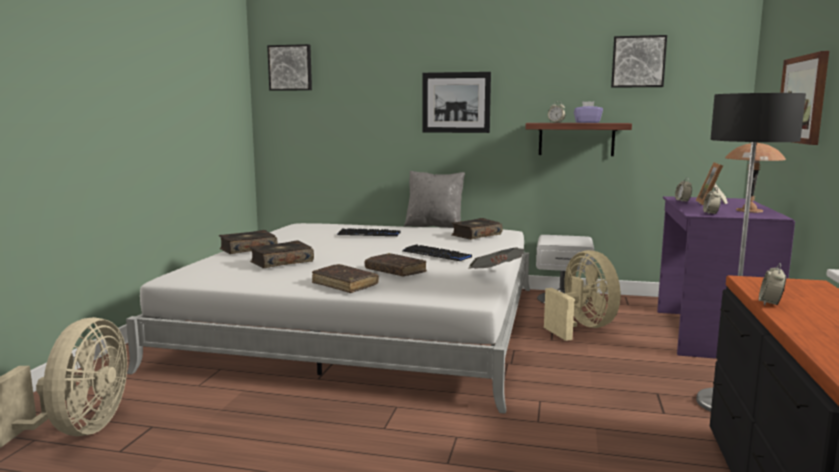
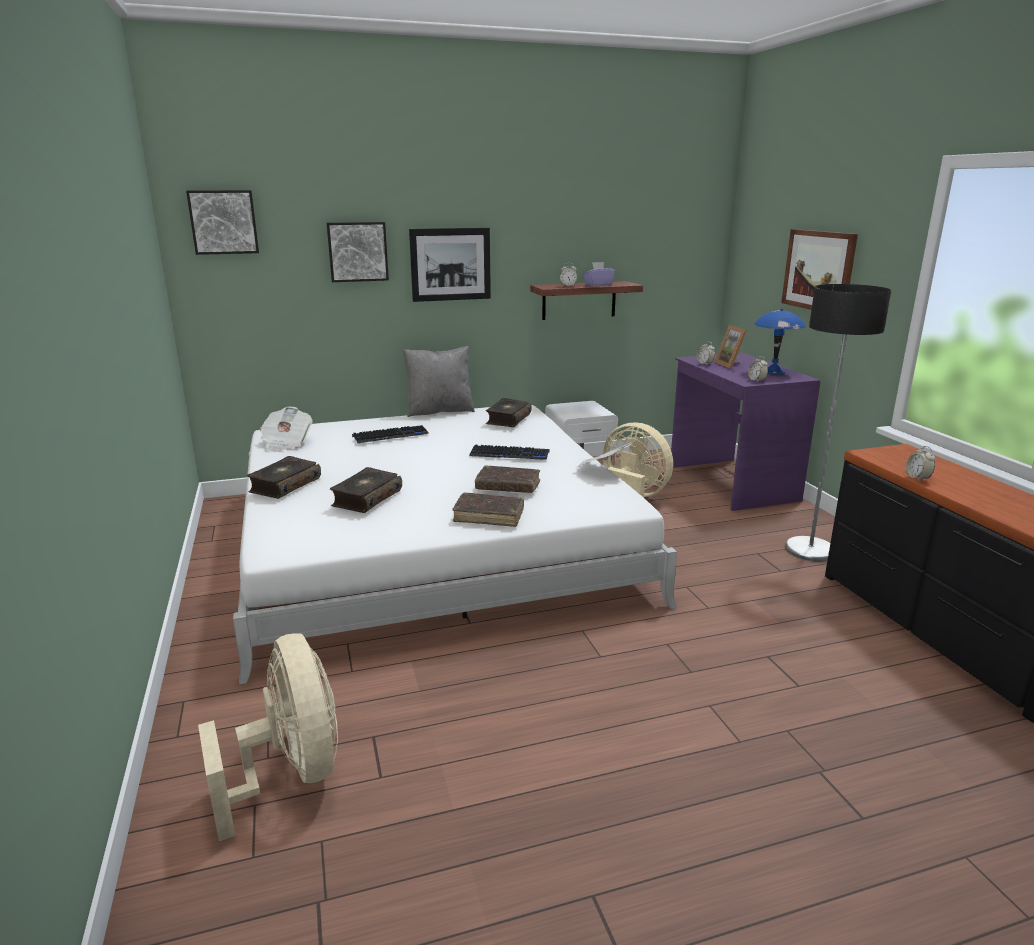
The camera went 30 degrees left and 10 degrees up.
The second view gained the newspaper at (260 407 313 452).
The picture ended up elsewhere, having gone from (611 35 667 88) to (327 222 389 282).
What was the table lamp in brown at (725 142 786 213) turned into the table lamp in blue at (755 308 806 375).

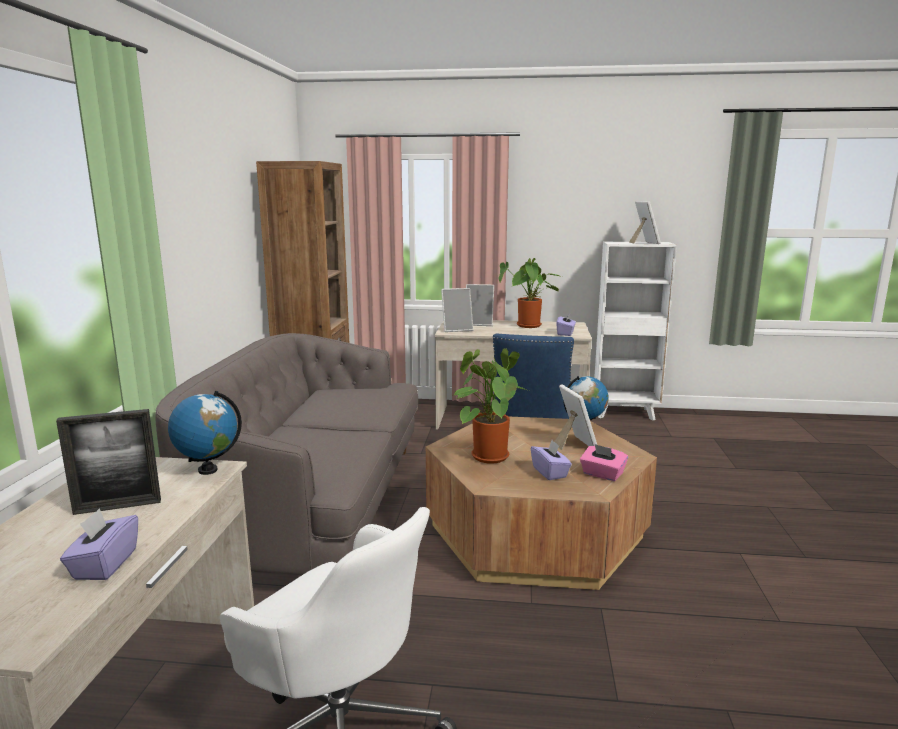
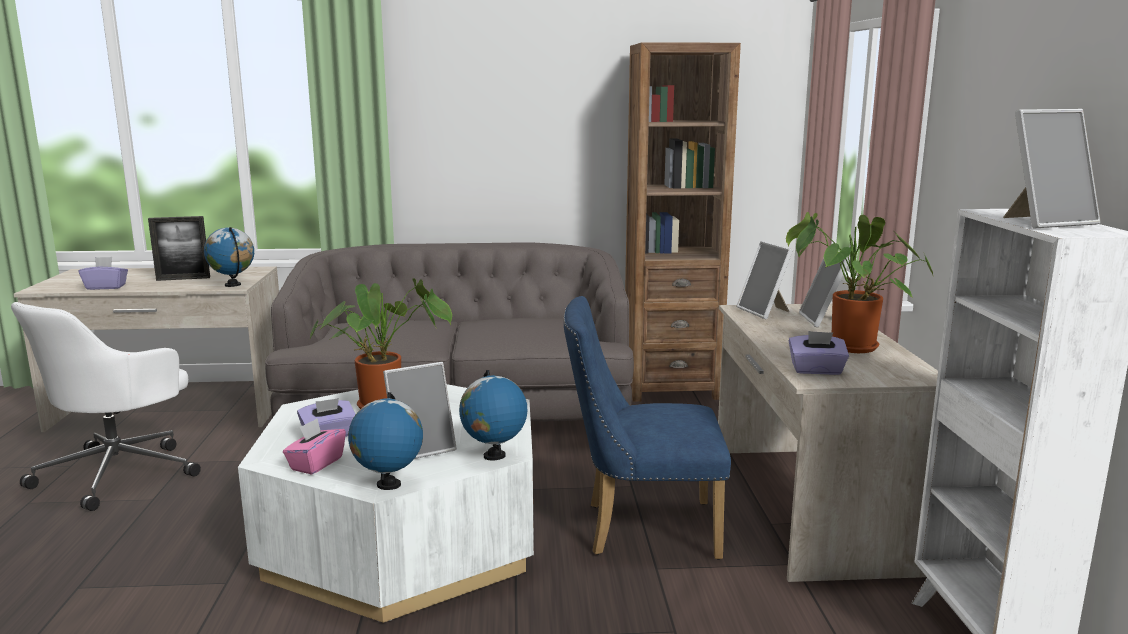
The camera went 80 degrees right and 0 degrees up.
The second view gained the globe at (348 392 423 490).
What was the coffee table in brown at (426 416 657 590) turned into the coffee table in white at (238 384 534 623).
The picture frame at (56 409 161 515) ended up facing another way, 75 degrees counterclockwise from before.

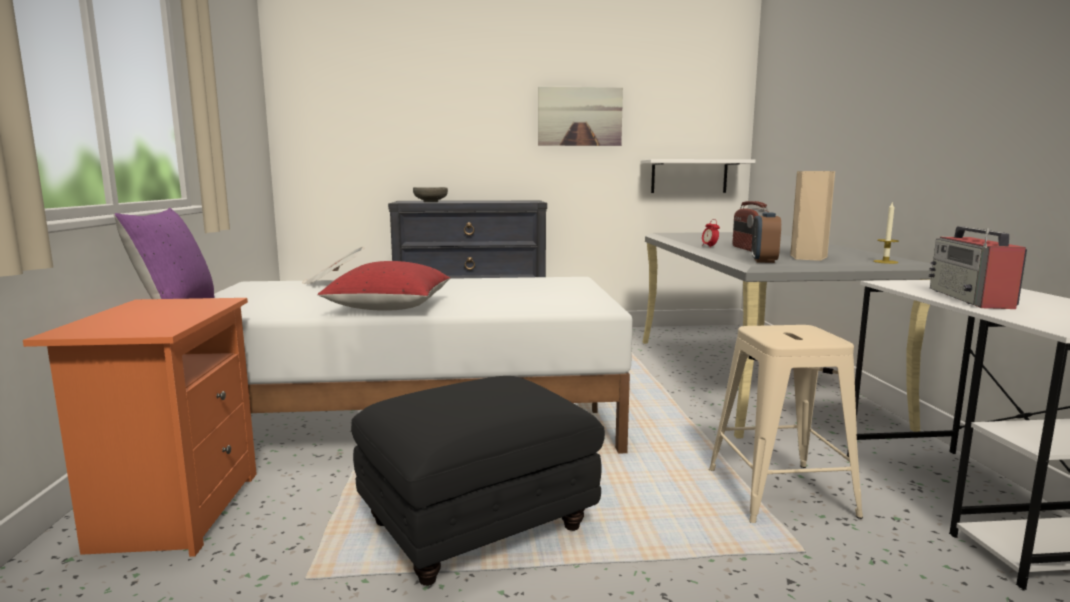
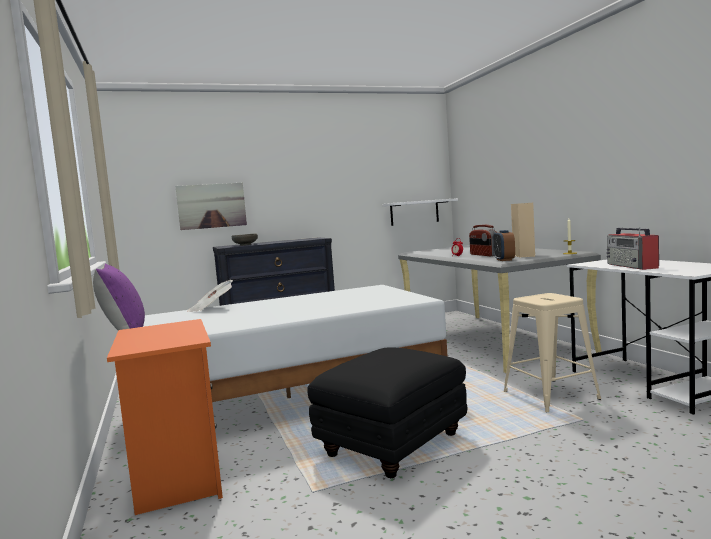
The camera went 15 degrees left and 5 degrees down.
The second view lost the pillow in red at (318 261 450 311).
The picture ended up elsewhere, having gone from (538 86 623 146) to (175 183 247 230).

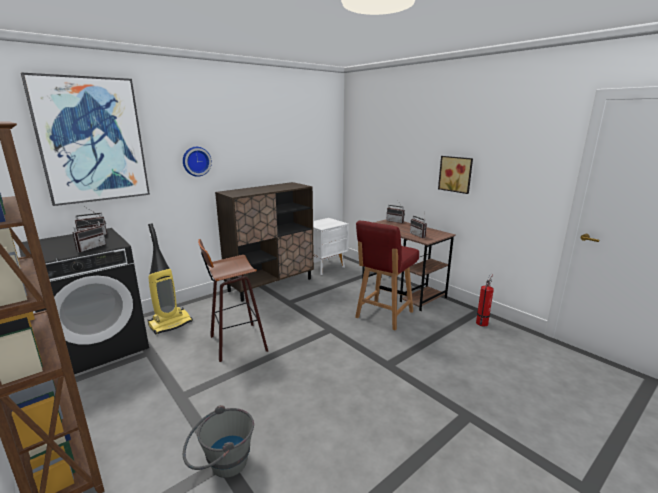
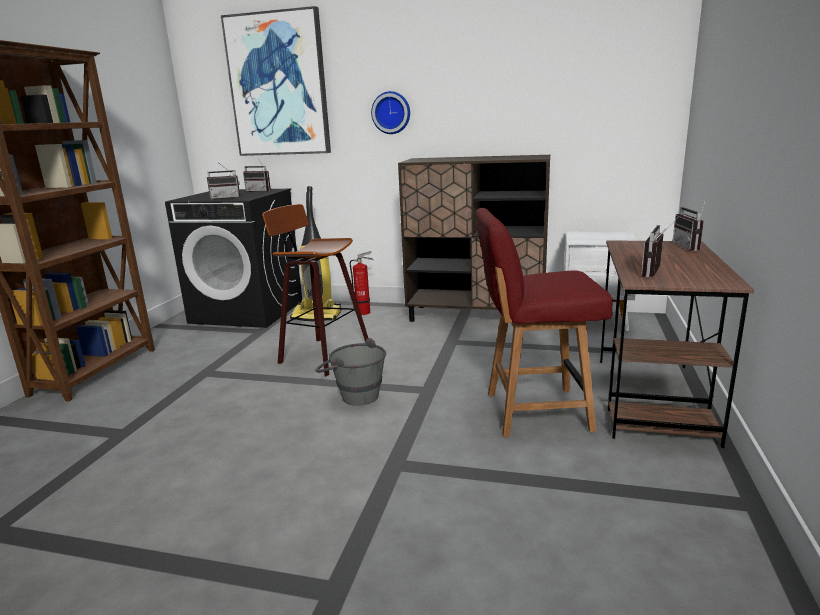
The camera went 55 degrees right and 0 degrees up.
The second view lost the picture at (438 156 473 194).
The bucket in grey ended up elsewhere, having gone from (183 405 254 478) to (316 338 386 406).
The fire extinguisher ended up elsewhere, having gone from (476 274 494 326) to (350 251 373 315).

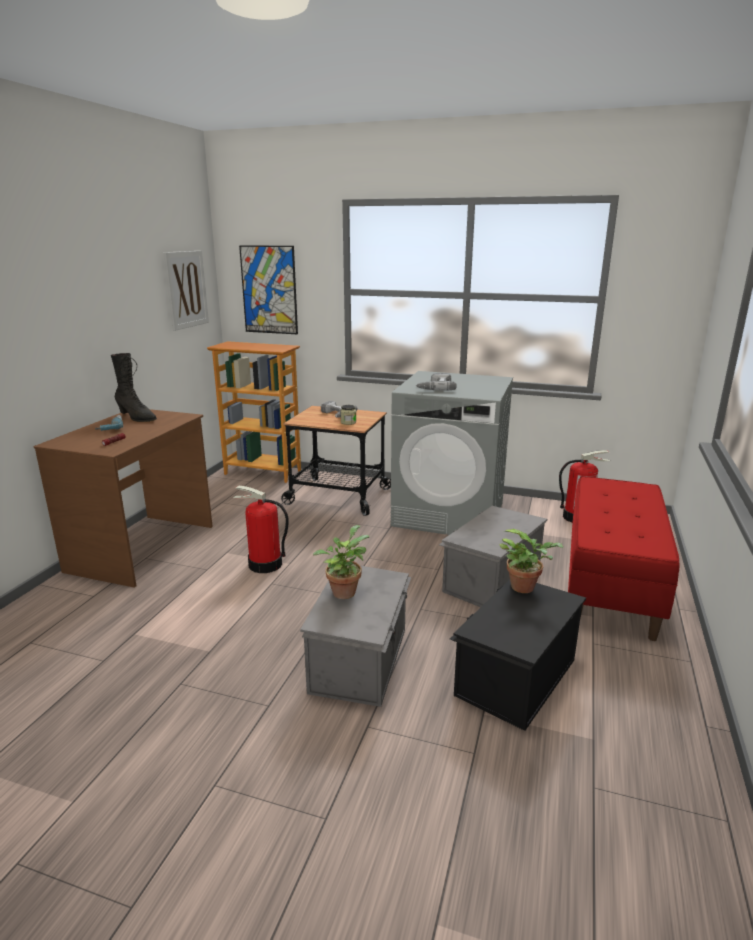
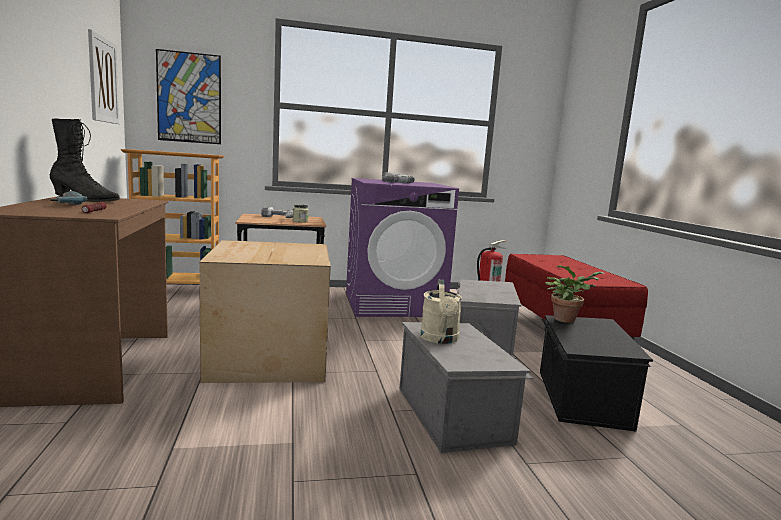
The camera went 30 degrees left and 10 degrees down.
Where the fire extinguisher stood at (233 486 289 573), the cardboard box came to stand at (199 240 331 383).
Where the potted plant stood at (313 525 369 599), the watering can in beige came to stand at (420 279 462 344).
What was the washing machine in grey at (391 371 513 535) turned into the washing machine in purple at (346 178 459 317).

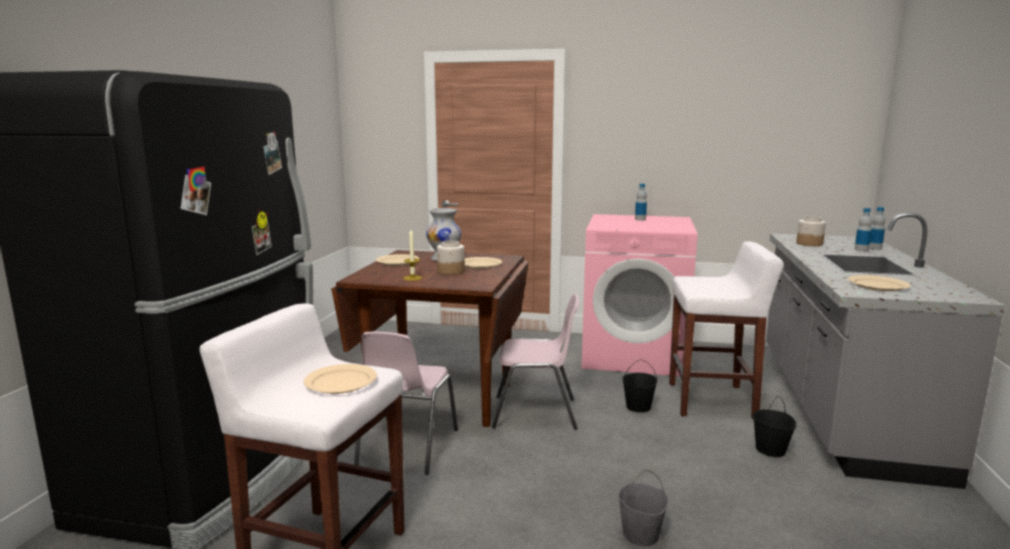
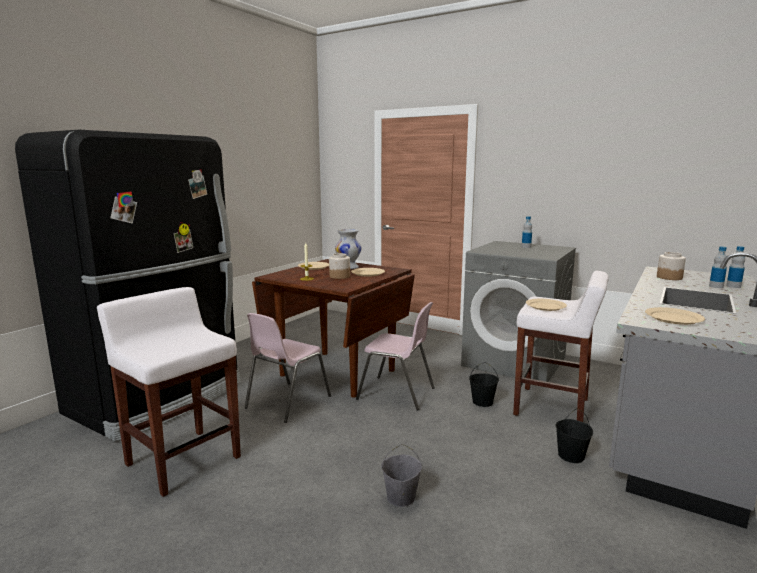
The camera went 20 degrees right and 0 degrees up.
The plate in beige ended up elsewhere, having gone from (304 364 377 394) to (526 299 567 311).
What was the washing machine in pink at (582 214 698 376) turned into the washing machine in grey at (461 241 576 382).

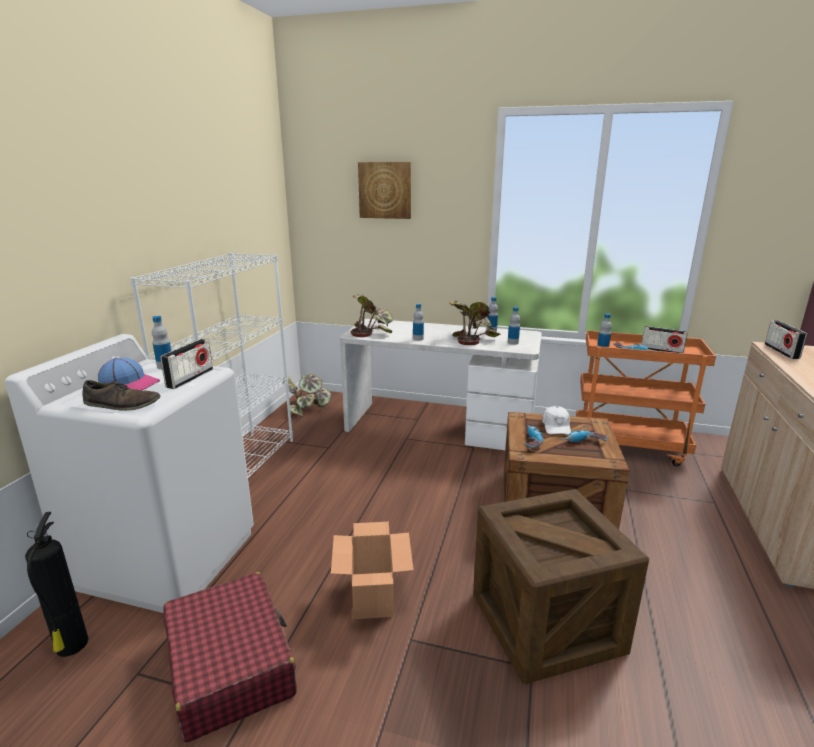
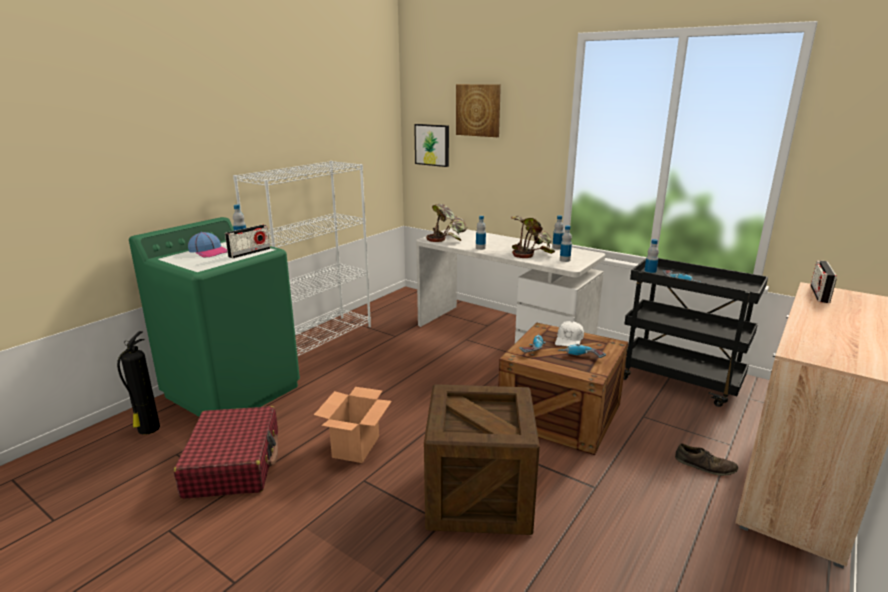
The camera went 20 degrees right and 0 degrees up.
The second view lost the potted plant at (283 374 332 416).
The second view lost the radio at (641 326 688 353).
The second view gained the picture at (414 124 449 167).
The shoe in brown ended up elsewhere, having gone from (83 380 161 411) to (675 443 738 476).
What was the washing machine in white at (5 334 254 613) turned into the washing machine in green at (129 217 300 417).
What was the cart in orange at (576 331 716 466) turned into the cart in black at (623 258 768 407).

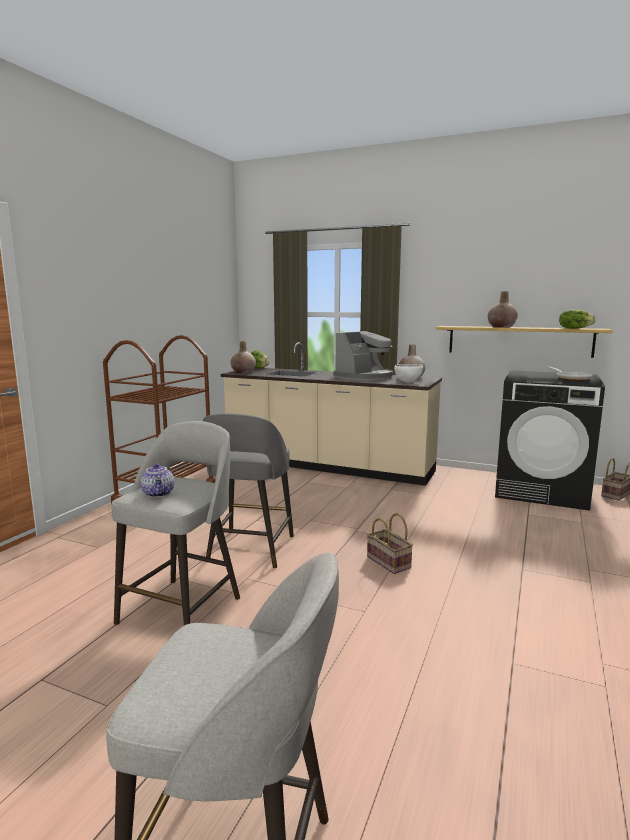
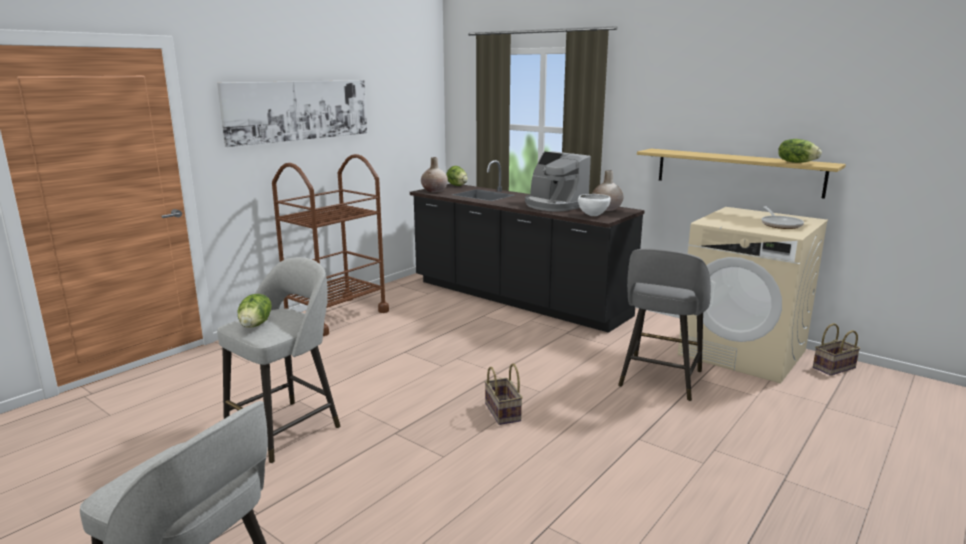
The camera went 15 degrees right and 5 degrees up.
The second view lost the vase in beige at (488 291 518 328).
The second view gained the picture at (217 80 367 147).
The stool in grey ended up elsewhere, having gone from (203 414 294 568) to (618 248 711 401).
Where the teapot stood at (141 463 174 498), the lettuce came to stand at (238 294 272 328).
What was the counter in beige at (221 342 442 486) turned into the counter in black at (410 160 645 333).
What was the washing machine in black at (495 370 605 511) turned into the washing machine in beige at (678 207 828 383).
The coffee machine at (333 331 393 381) ended up facing another way, 75 degrees clockwise from before.

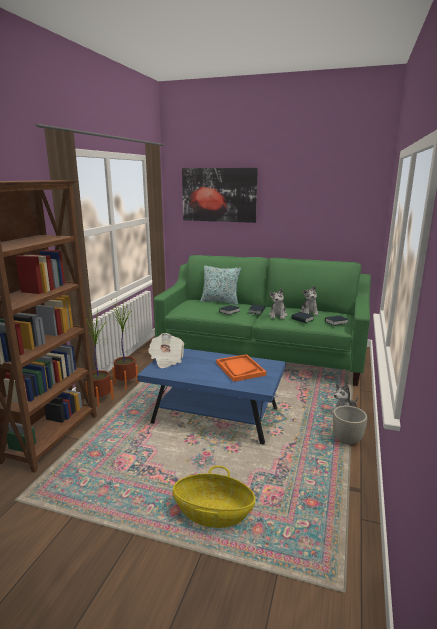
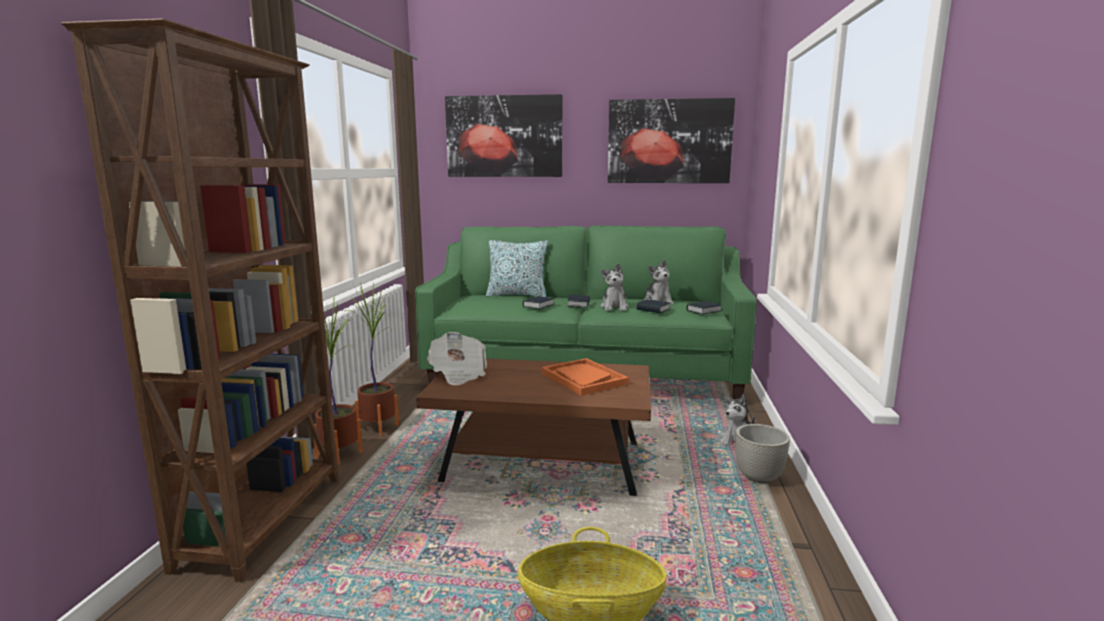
The camera went 10 degrees left and 5 degrees down.
The second view gained the picture at (608 98 735 183).
What was the coffee table in blue at (137 348 286 445) turned into the coffee table in brown at (416 359 651 496).

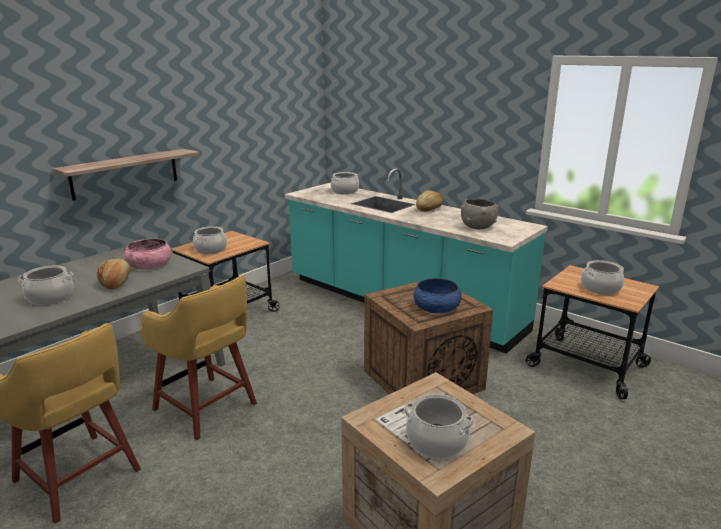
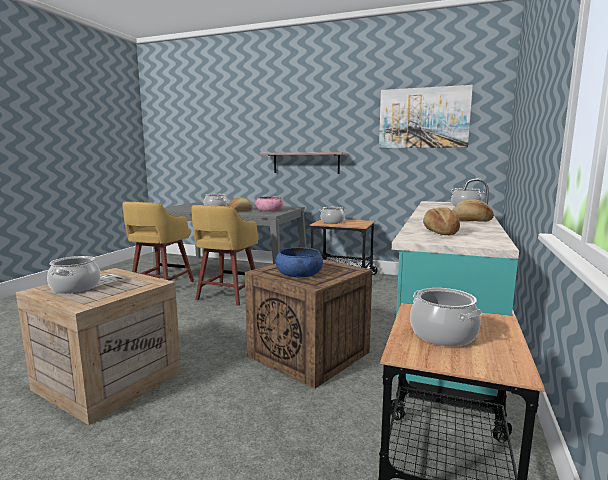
The camera went 70 degrees right and 10 degrees down.
The second view gained the picture at (379 85 473 148).
Where the bowl in grey stood at (460 199 499 229), the bread came to stand at (423 207 460 235).

